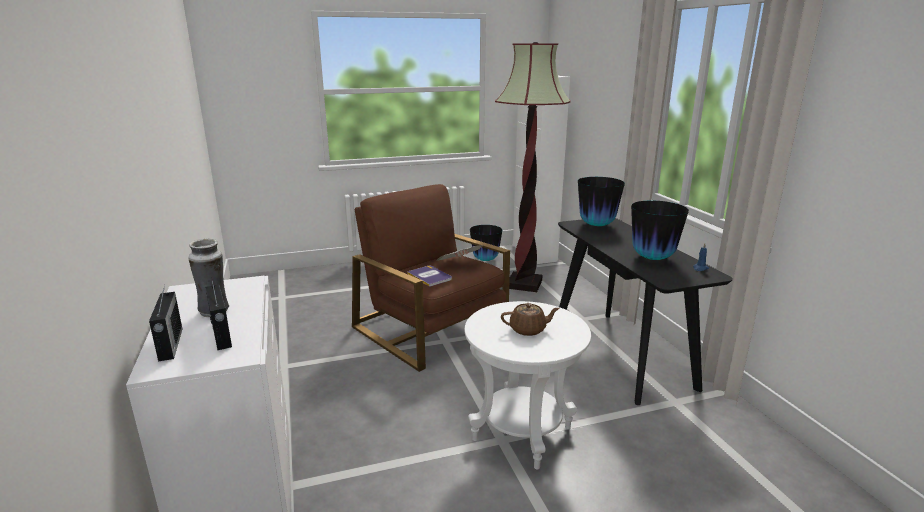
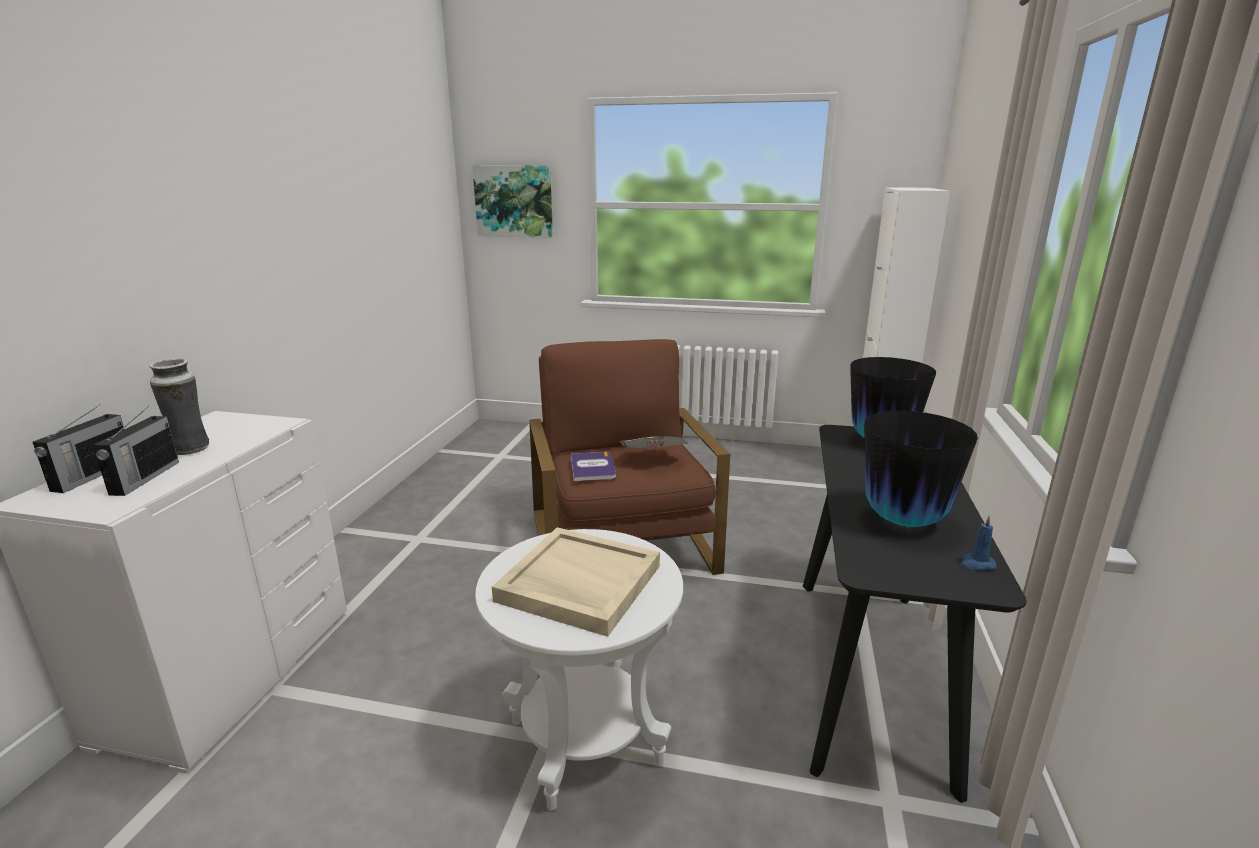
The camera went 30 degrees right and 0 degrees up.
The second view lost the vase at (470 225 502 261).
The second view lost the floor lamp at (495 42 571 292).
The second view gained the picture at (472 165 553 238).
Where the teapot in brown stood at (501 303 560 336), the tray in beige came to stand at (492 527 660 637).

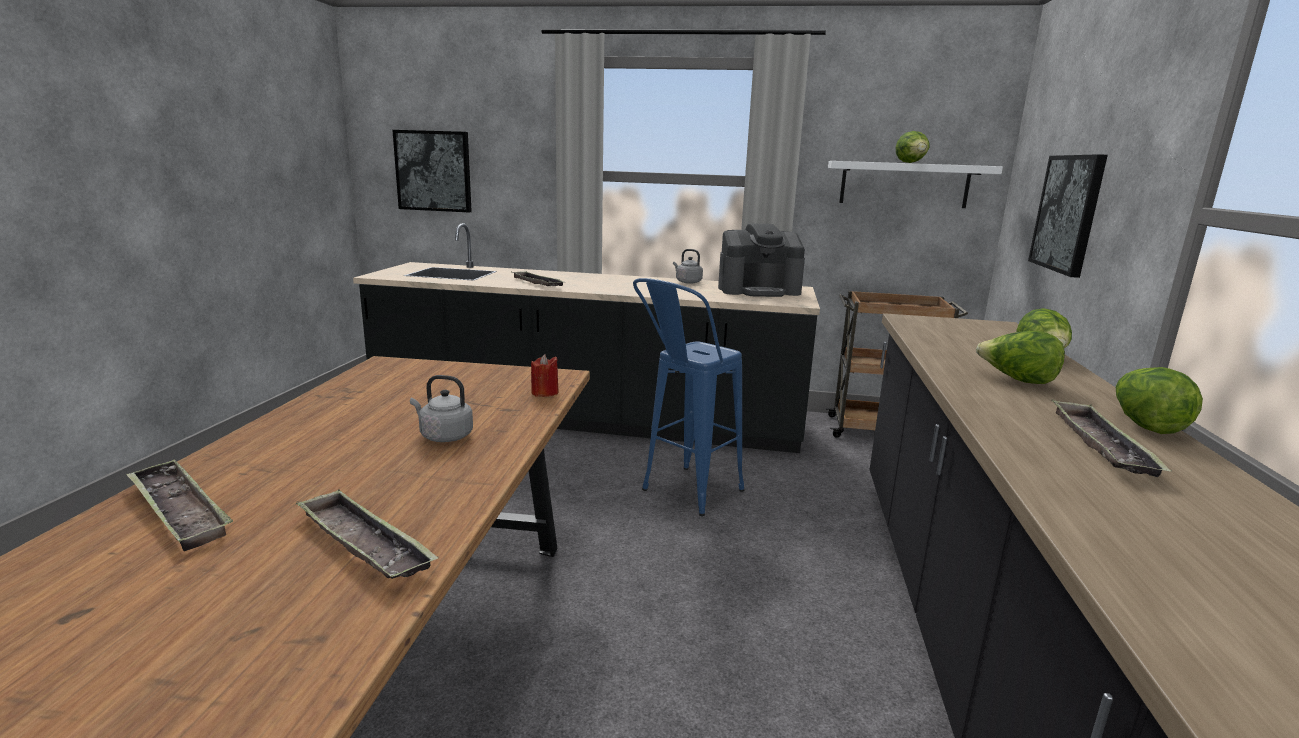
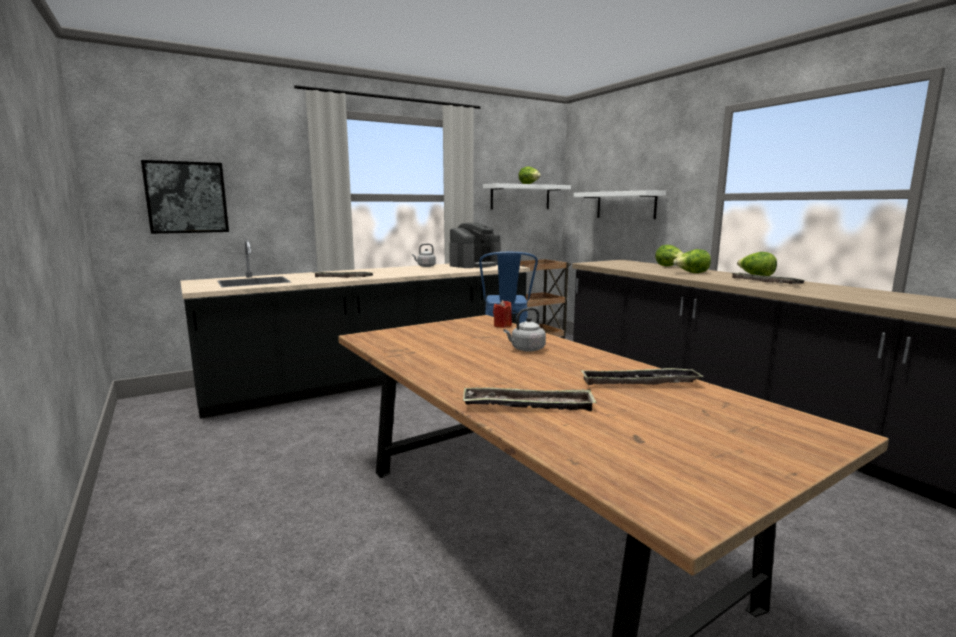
The camera went 40 degrees left and 5 degrees down.
Where the picture hung at (1028 154 1108 278), the shelf in white came to hang at (574 190 666 219).

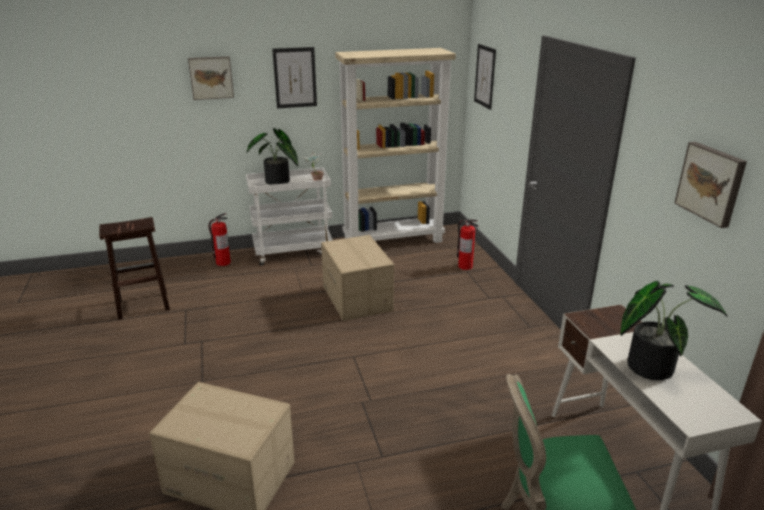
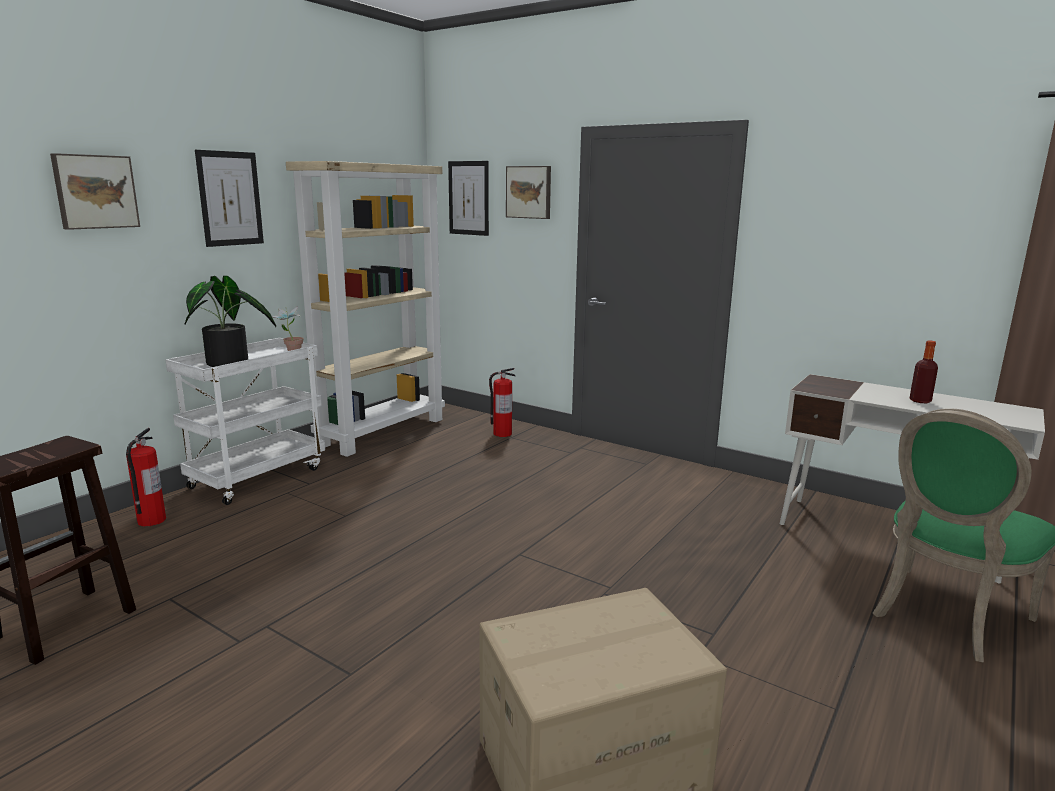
The camera went 40 degrees left and 10 degrees down.
The second view lost the cardboard box at (321 235 394 321).
The picture ended up elsewhere, having gone from (674 142 747 228) to (506 166 551 219).
Where the potted plant stood at (620 280 727 380), the bottle came to stand at (910 340 938 403).

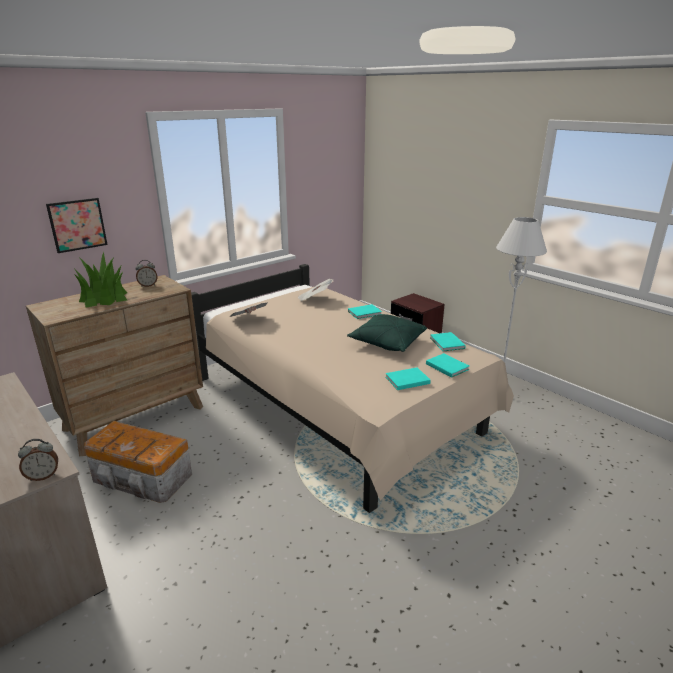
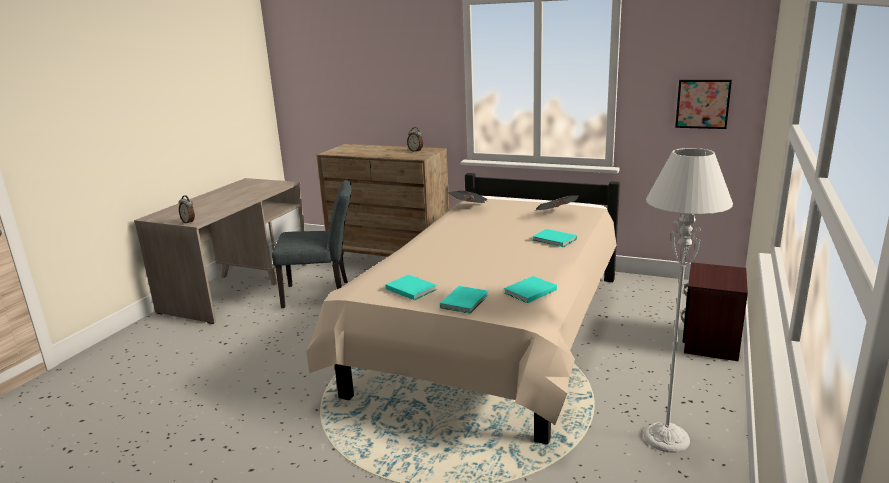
The camera went 65 degrees right and 5 degrees down.
The second view lost the potted plant at (74 252 127 308).
The second view lost the pillow in green at (347 314 427 352).
The picture ended up elsewhere, having gone from (46 198 108 253) to (675 80 732 129).
Where the storage box stood at (84 421 192 503), the chair in grey came to stand at (272 180 352 308).

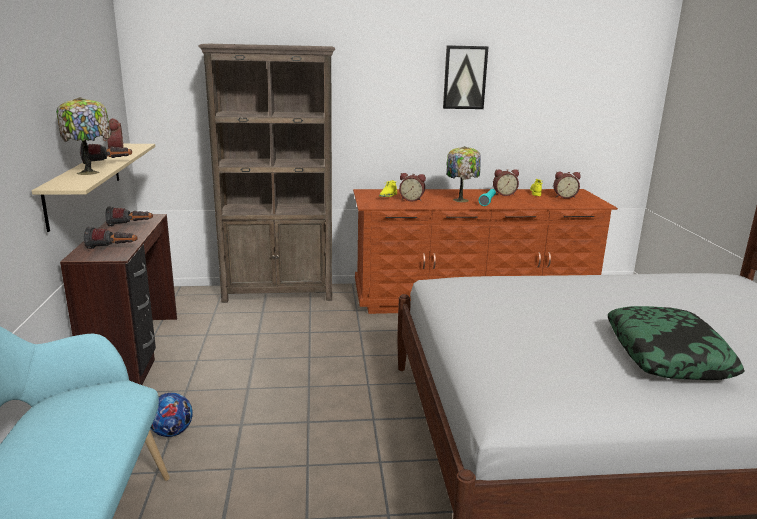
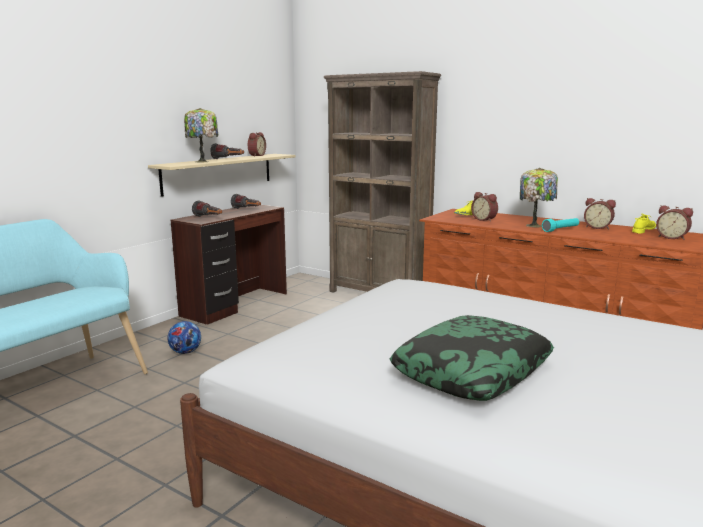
The camera went 40 degrees right and 5 degrees down.
The second view lost the picture at (443 45 489 109).

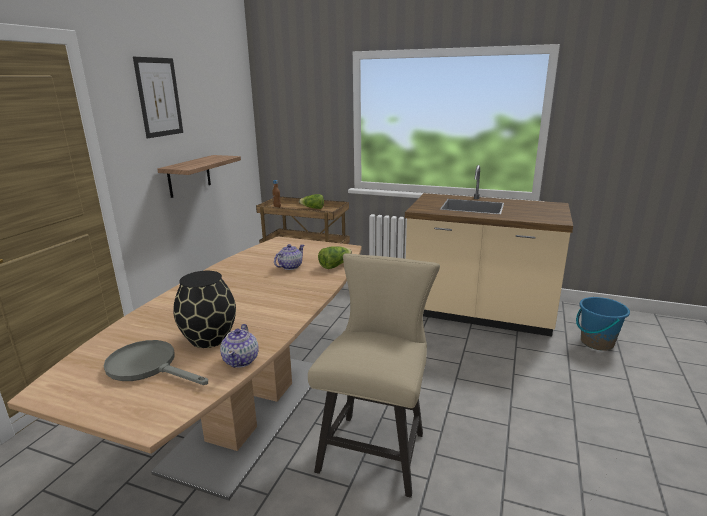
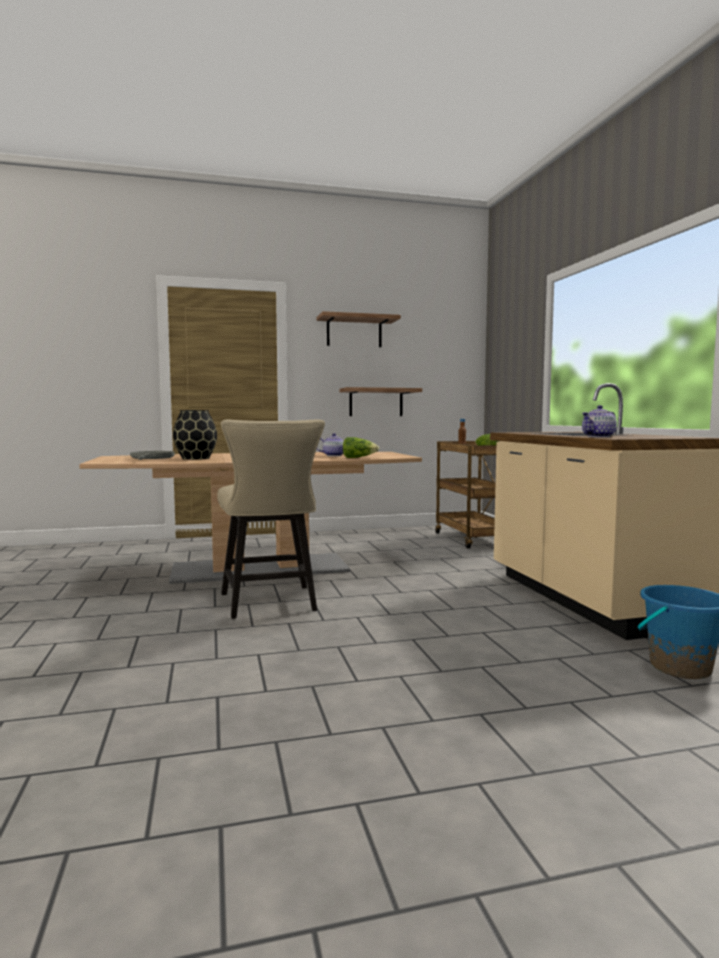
The camera went 55 degrees right and 15 degrees down.
The teapot ended up elsewhere, having gone from (220 324 259 368) to (582 405 617 437).
Where the picture hung at (133 57 183 138), the shelf came to hang at (316 311 401 347).
The chair in beige at (308 253 440 498) ended up facing another way, 90 degrees clockwise from before.

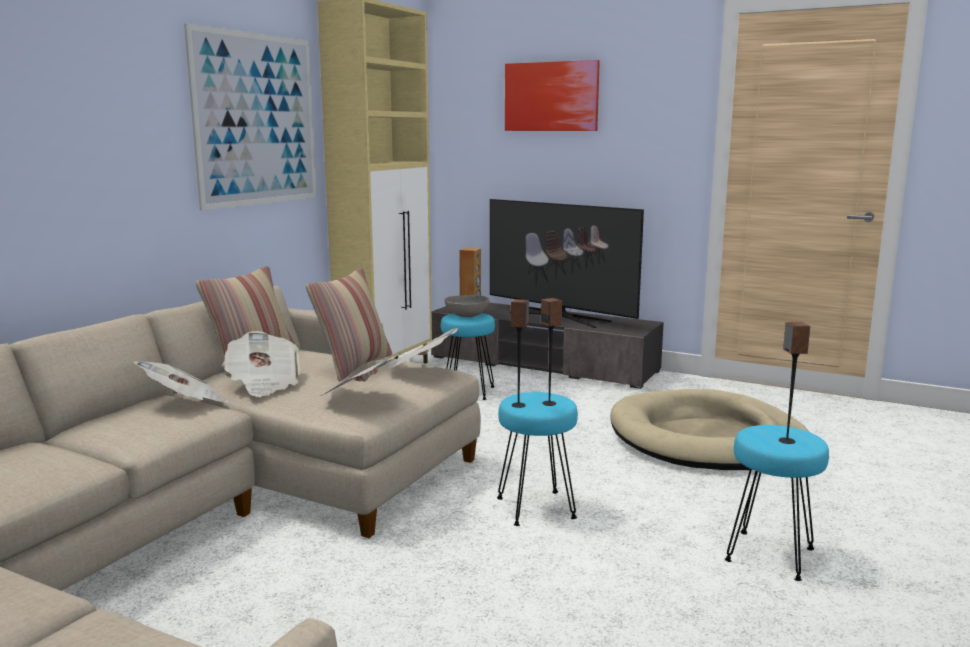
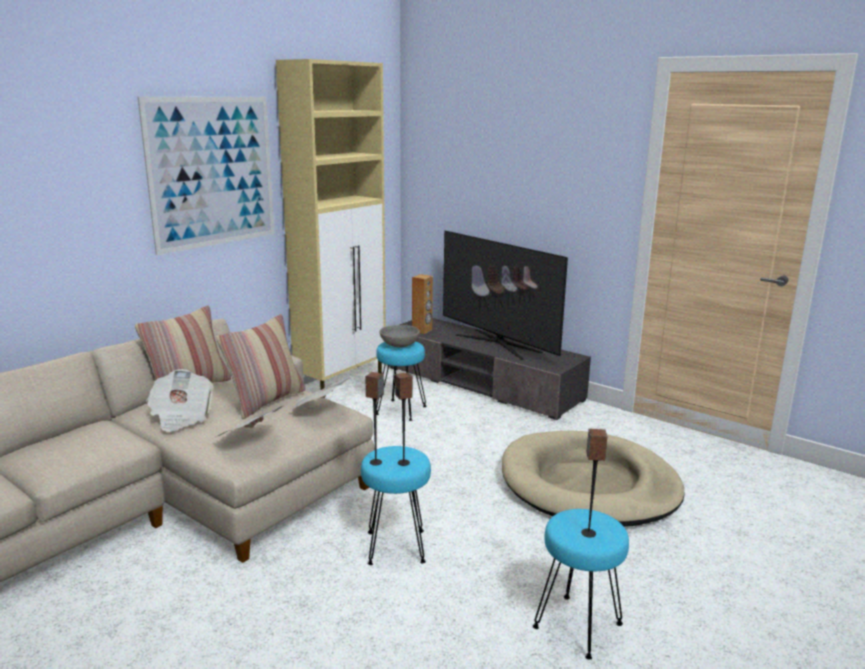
The camera went 10 degrees right and 5 degrees up.
The second view lost the newspaper at (134 361 229 403).
The second view lost the picture at (505 60 600 131).

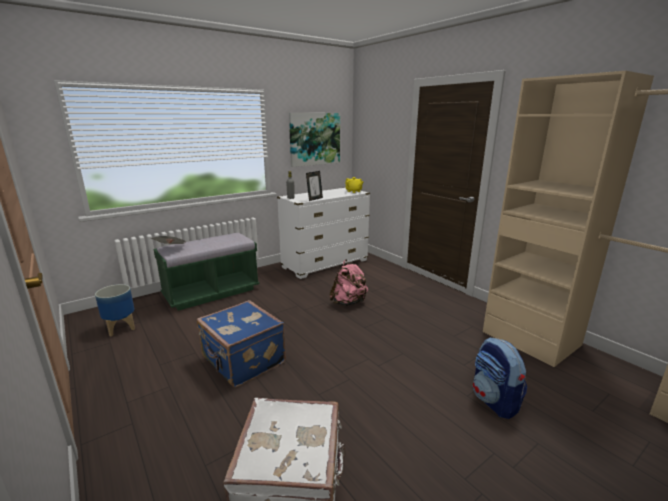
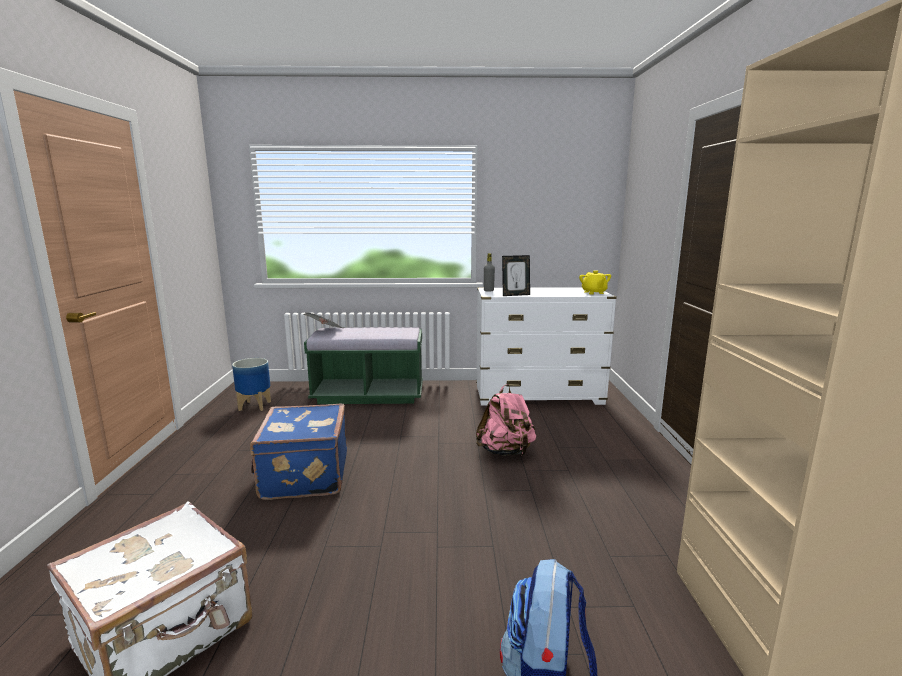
The camera went 35 degrees right and 5 degrees down.
The second view lost the picture at (289 113 340 167).

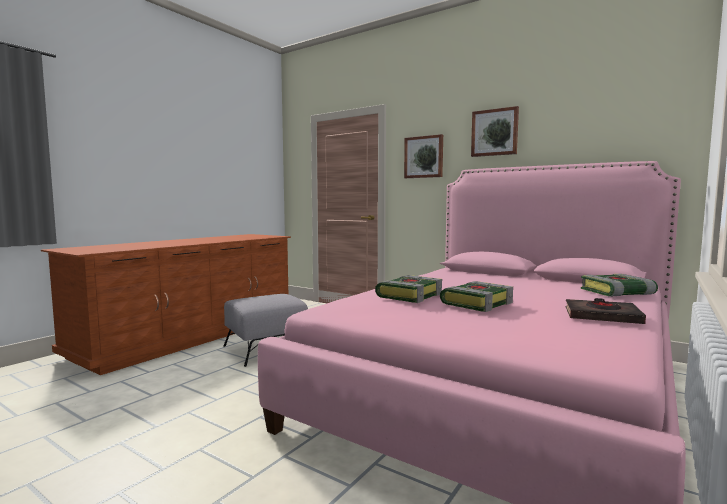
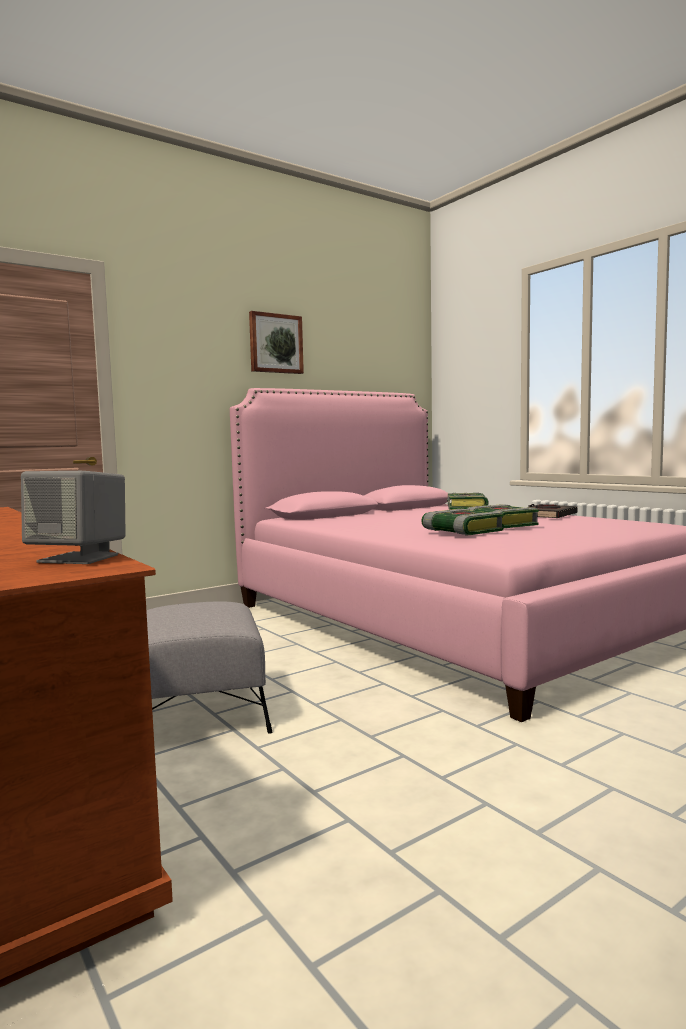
The camera went 70 degrees left and 0 degrees up.
The second view lost the picture at (404 134 443 178).
The second view gained the speaker in grey at (21 471 126 564).

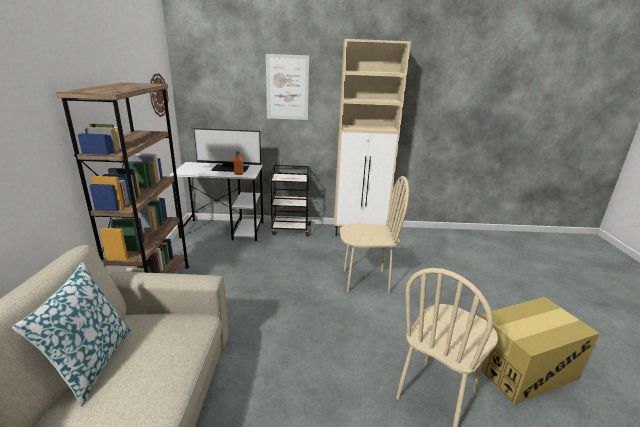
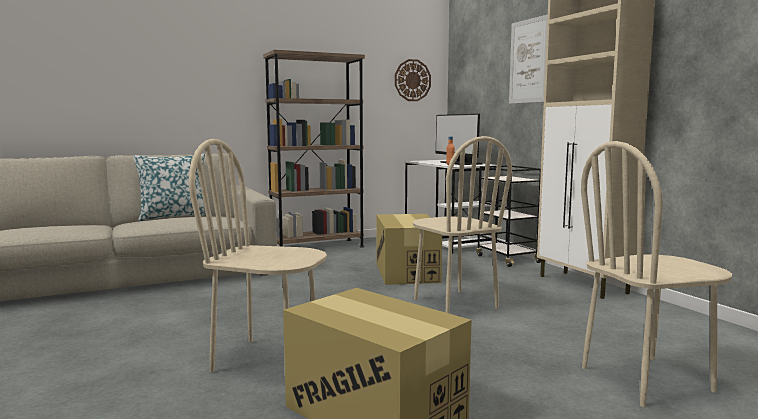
The camera went 65 degrees right and 15 degrees down.
The second view gained the cardboard box at (376 214 442 285).
The second view gained the chair in beige at (581 141 732 407).

